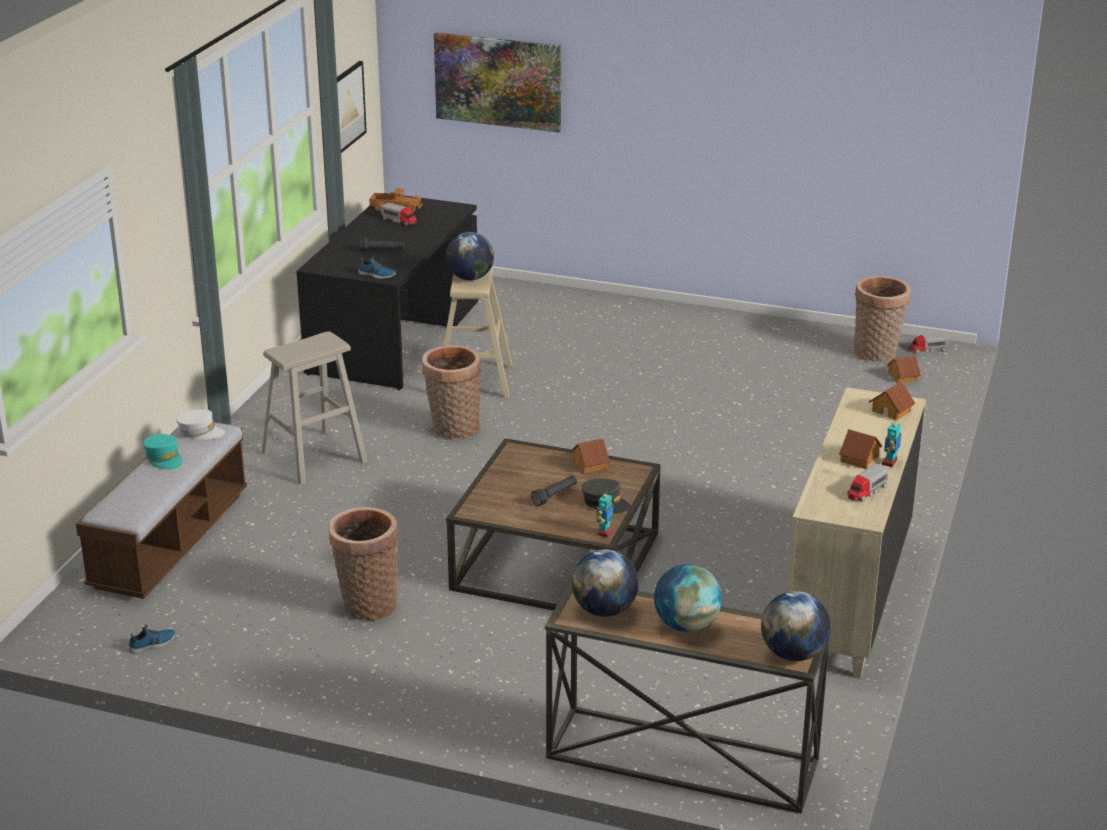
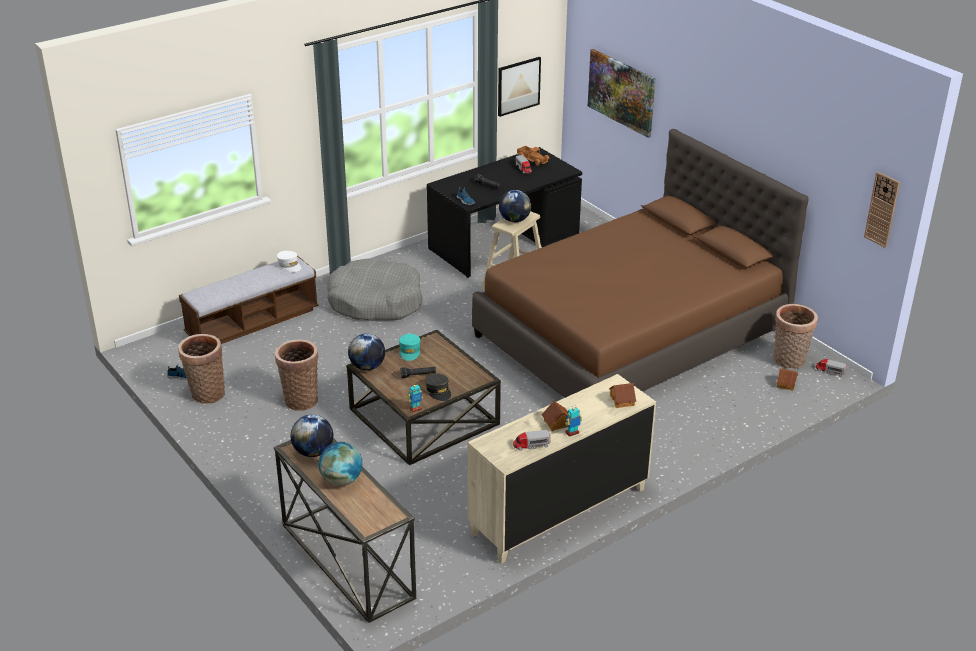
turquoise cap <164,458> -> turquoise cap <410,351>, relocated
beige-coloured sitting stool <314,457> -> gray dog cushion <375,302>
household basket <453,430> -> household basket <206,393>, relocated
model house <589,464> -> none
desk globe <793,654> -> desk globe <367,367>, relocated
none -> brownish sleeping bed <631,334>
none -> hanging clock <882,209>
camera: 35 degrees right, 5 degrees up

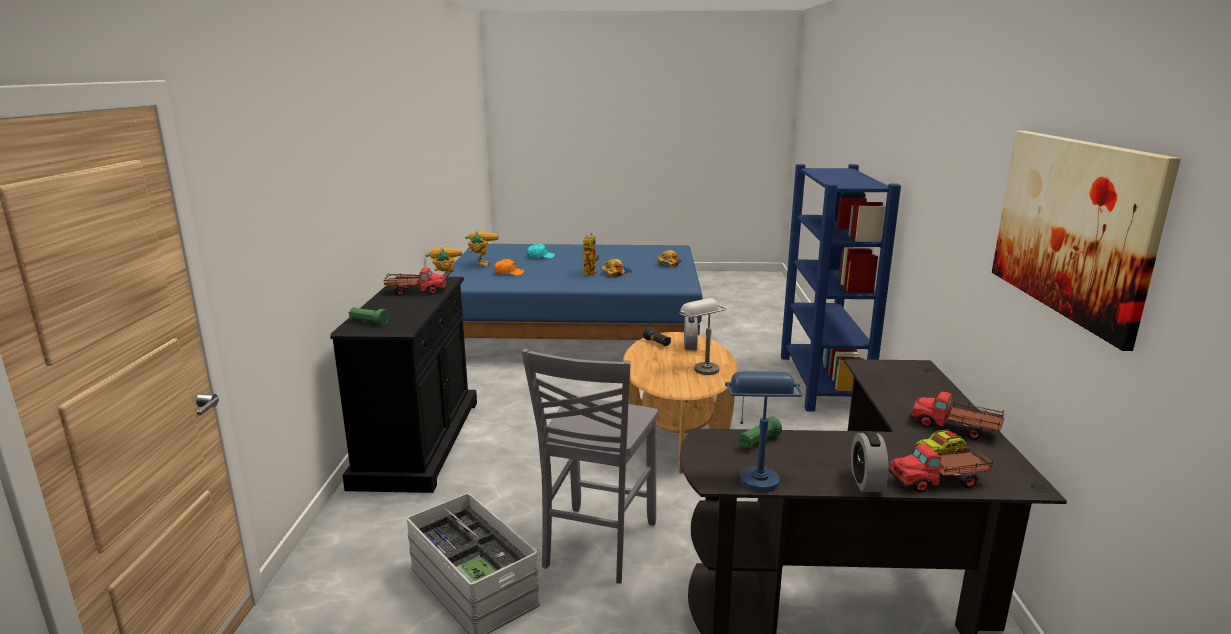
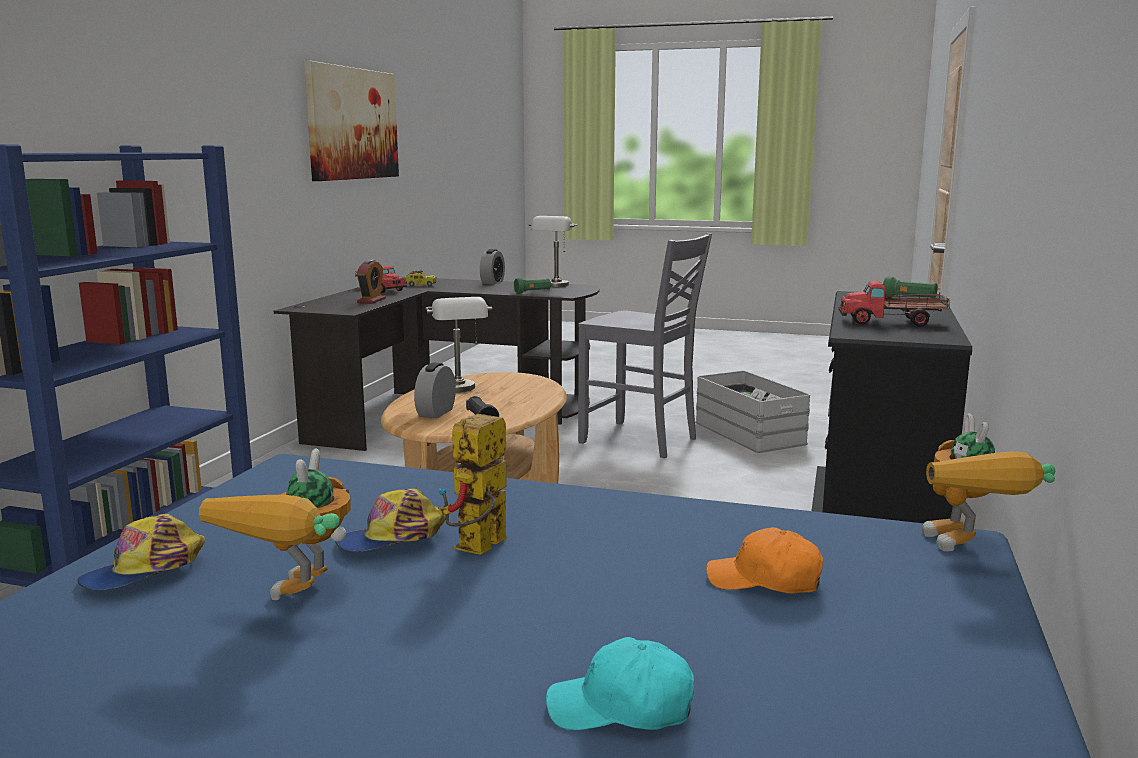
model robot <481,264> -> model robot <299,601>, relocated
gray upright chair <596,545> -> gray upright chair <640,441>, 90 degrees clockwise
blue tabletop lamp <756,474> -> gray tabletop lamp <554,286>
model truck <939,480> -> none
none -> alarm clock <371,300>
camera: 165 degrees left, 5 degrees down

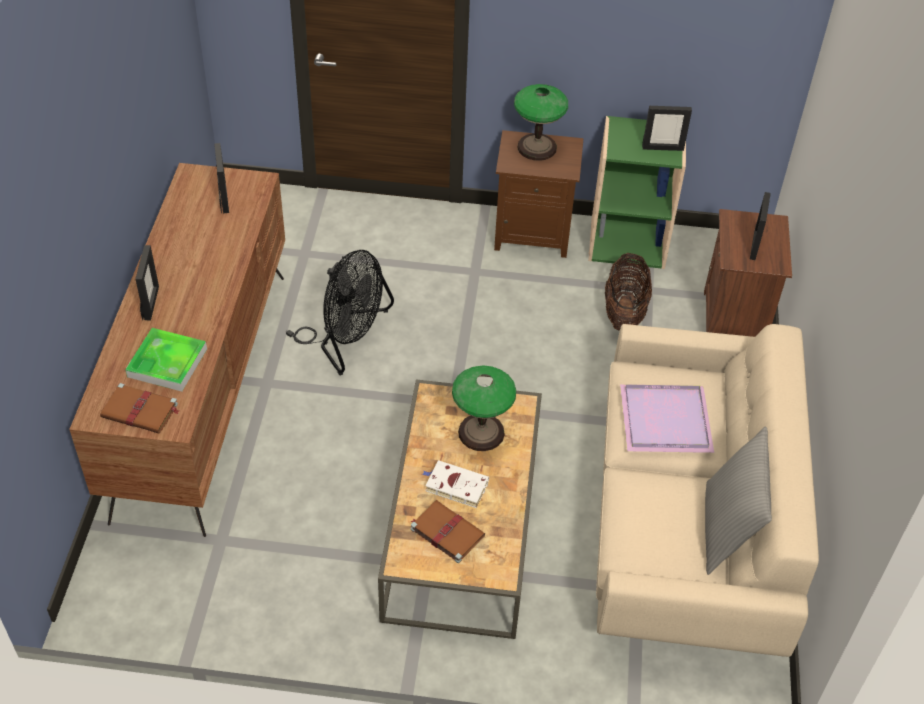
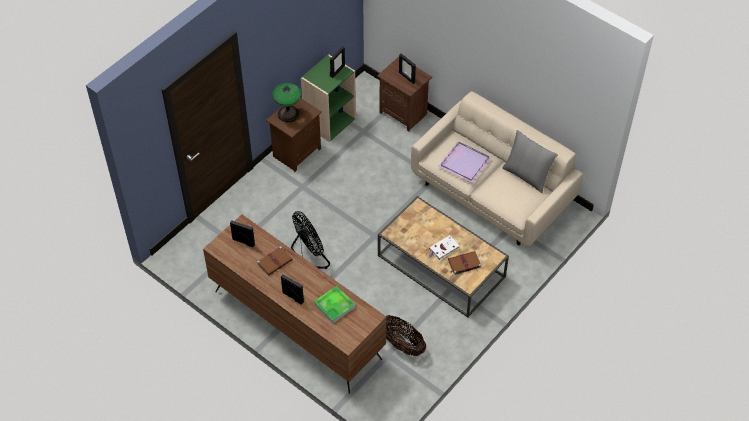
brownish volume <141,411> -> brownish volume <275,261>, relocated
tabletop lamp <481,432> -> none
household basket <624,312> -> household basket <402,344>, relocated
camera: 55 degrees left, 5 degrees up

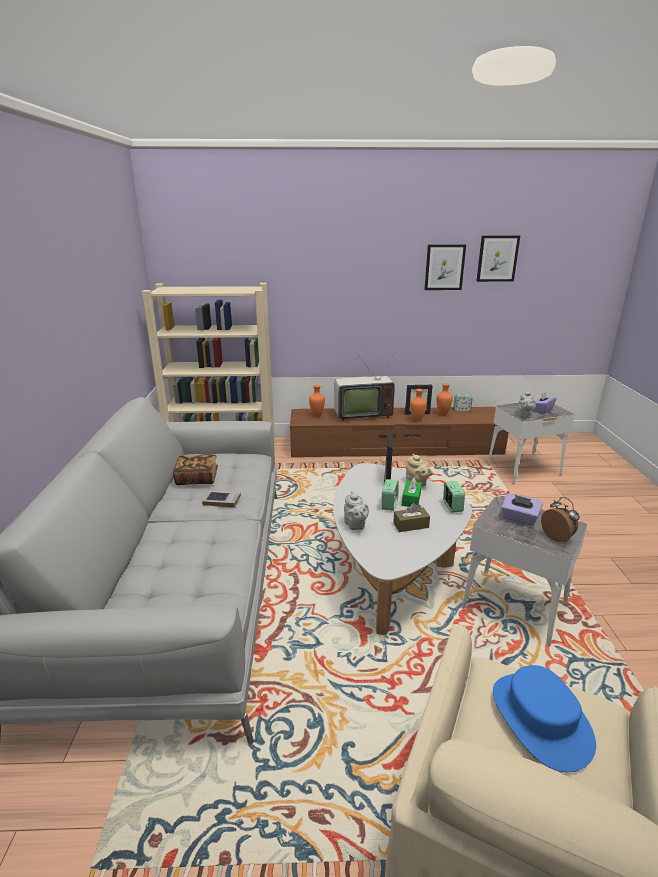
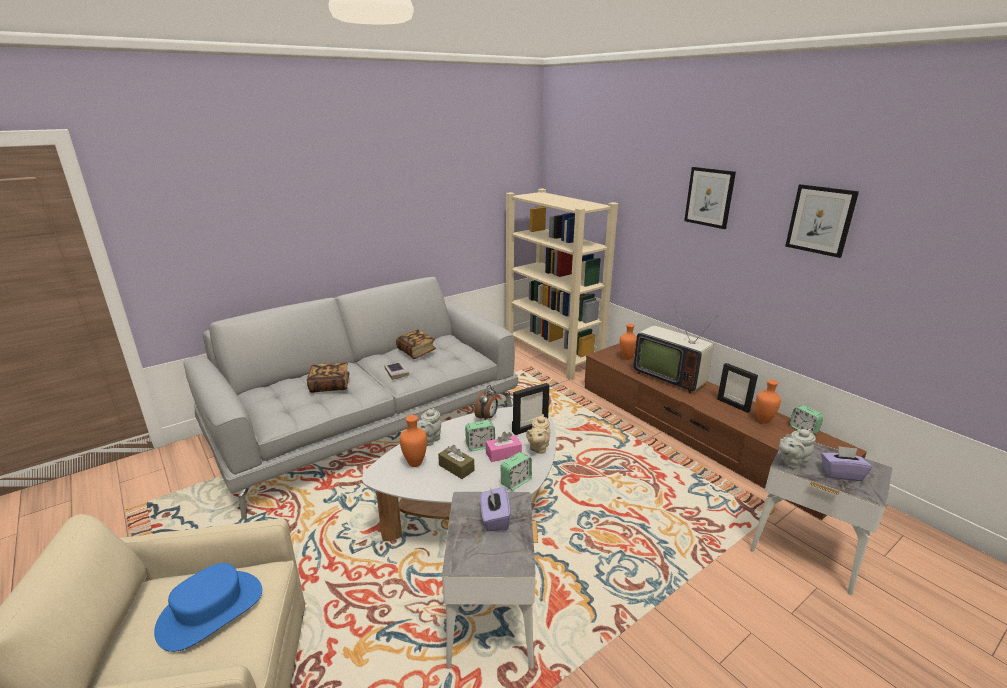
green-coloured tissue box <411,499> -> pinkish tissue box <503,454>
orange-coloured vase <417,420> -> orange-coloured vase <415,464>, relocated
picture <497,258> -> picture <709,197>, relocated
alarm clock <557,537> -> alarm clock <487,417>, relocated
none -> volume <330,386>
camera: 55 degrees right, 0 degrees up

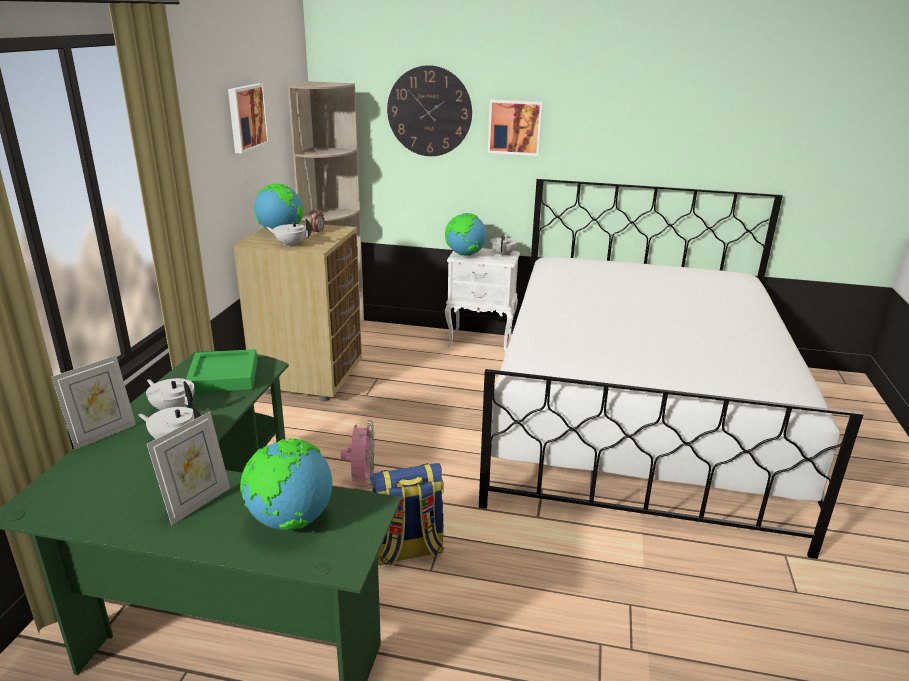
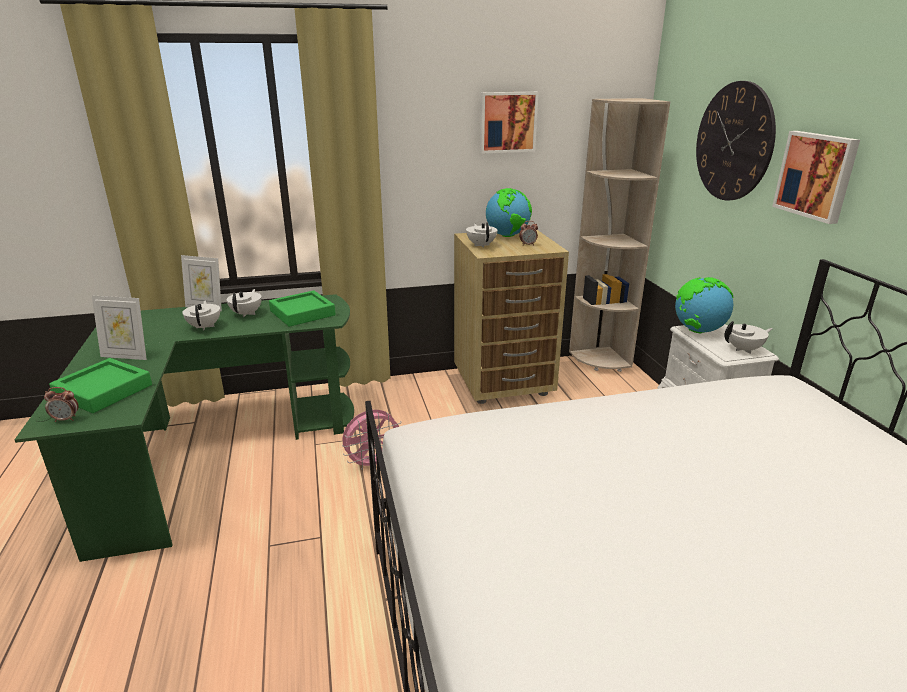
desk globe <290,521> -> green-coloured tray <103,391>
rucksack <407,550> -> none
none -> alarm clock <66,419>
camera: 65 degrees right, 0 degrees up

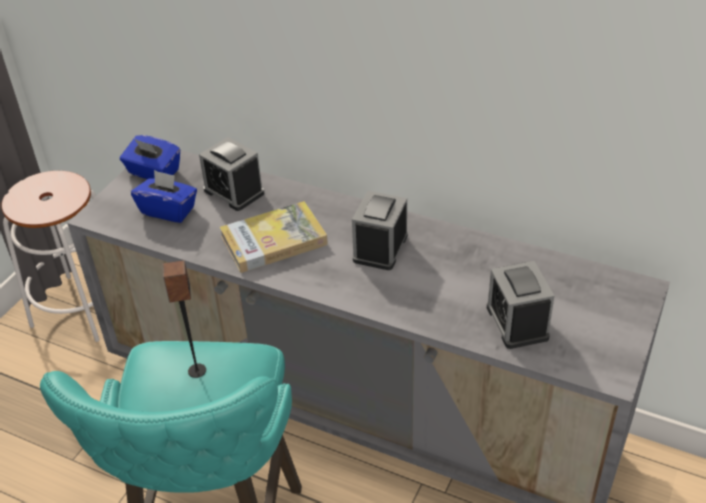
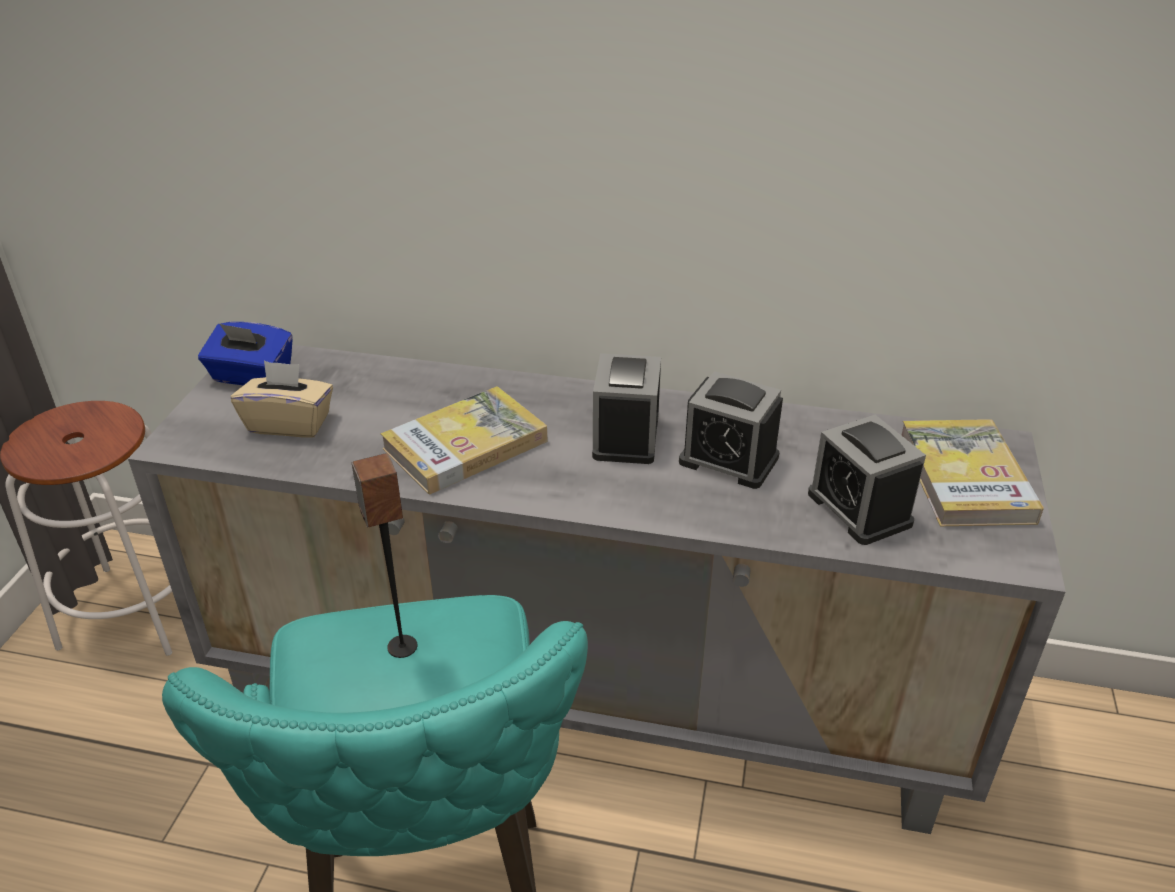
blue tissue box <168,210> -> beige-coloured tissue box <289,423>
alarm clock <234,192> -> alarm clock <728,460>, relocated
none -> volume <965,478>
camera: 15 degrees left, 5 degrees down

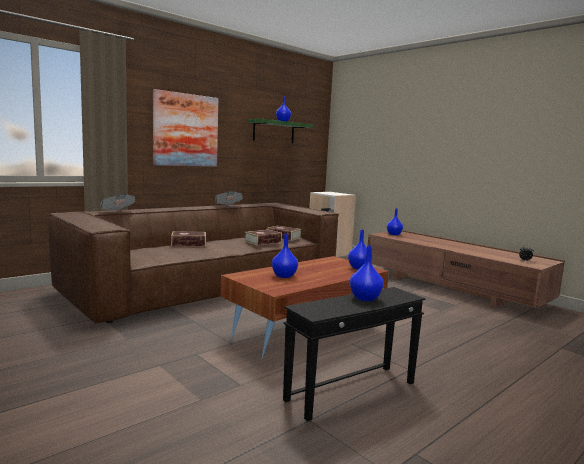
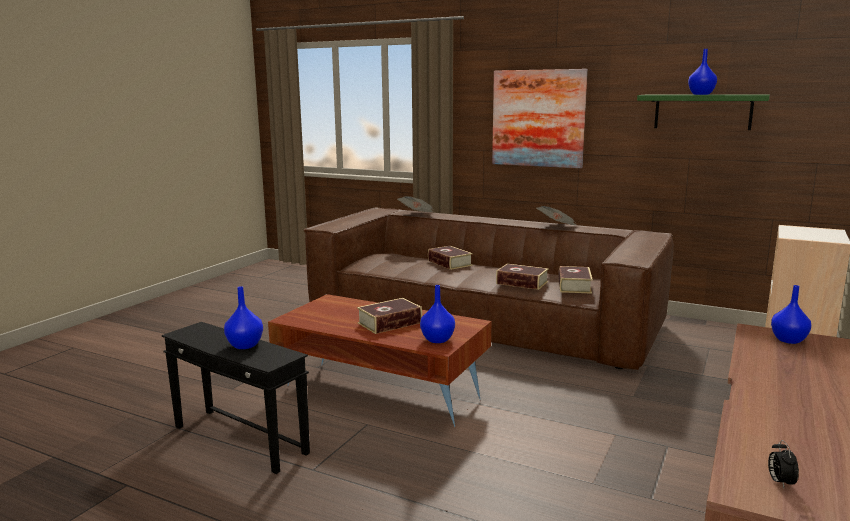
blue vase <284,276> -> none
none -> volume <389,323>
camera: 70 degrees right, 5 degrees up

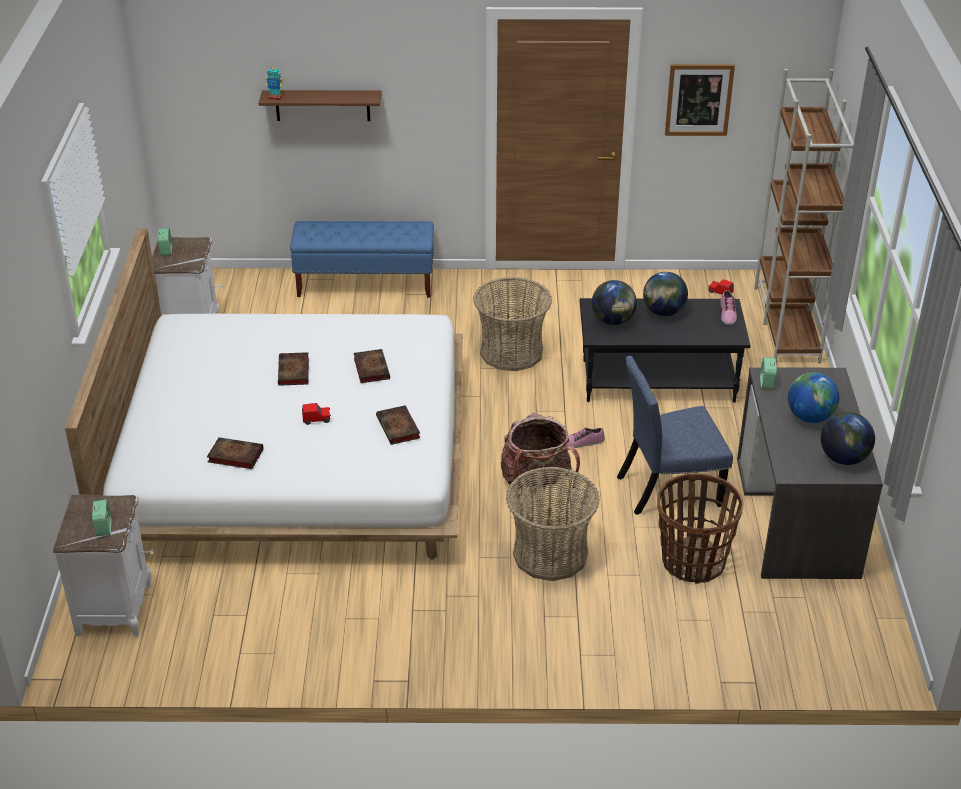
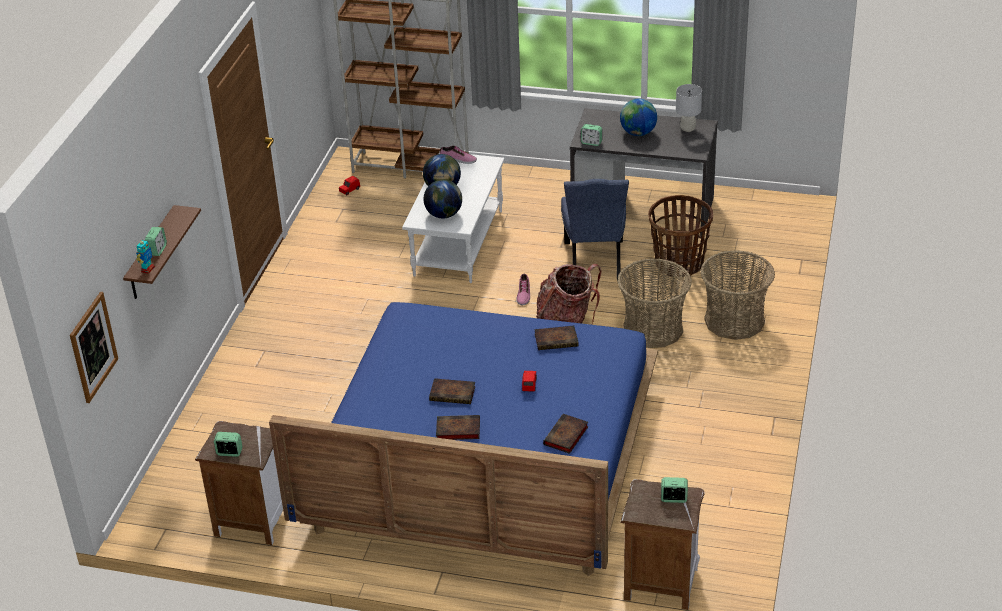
whitish sleeping bed <295,457> -> blue sleeping bed <484,458>
blue bench <365,284> -> none
volume <371,368> -> volume <457,430>, relocated
household basket <511,352> -> household basket <734,321>, relocated
black-coloured coffee table <658,380> -> whitish coffee table <457,242>
picture <699,99> -> picture <93,347>, relocated
desk globe <844,458> -> gray tabletop lamp <687,129>
none -> alarm clock <157,250>
camera: 75 degrees left, 0 degrees up

